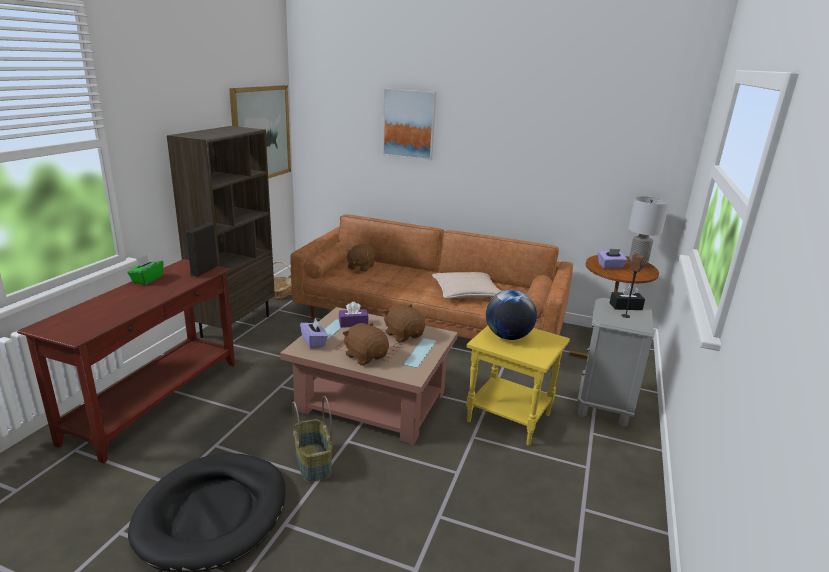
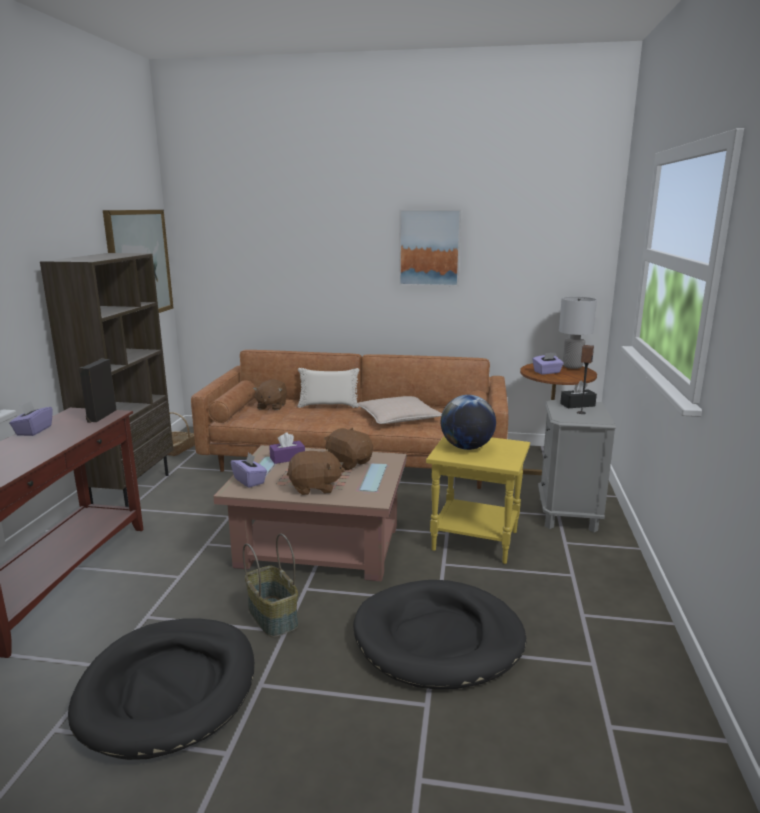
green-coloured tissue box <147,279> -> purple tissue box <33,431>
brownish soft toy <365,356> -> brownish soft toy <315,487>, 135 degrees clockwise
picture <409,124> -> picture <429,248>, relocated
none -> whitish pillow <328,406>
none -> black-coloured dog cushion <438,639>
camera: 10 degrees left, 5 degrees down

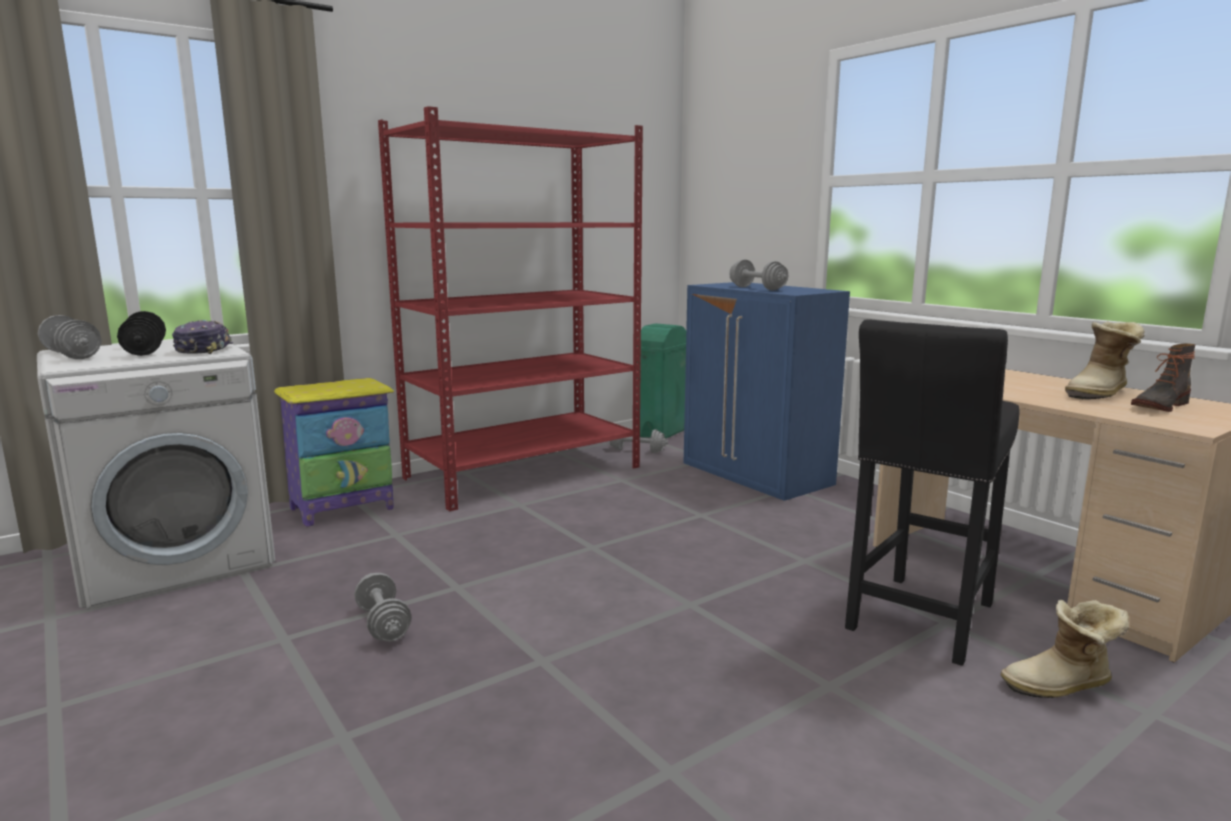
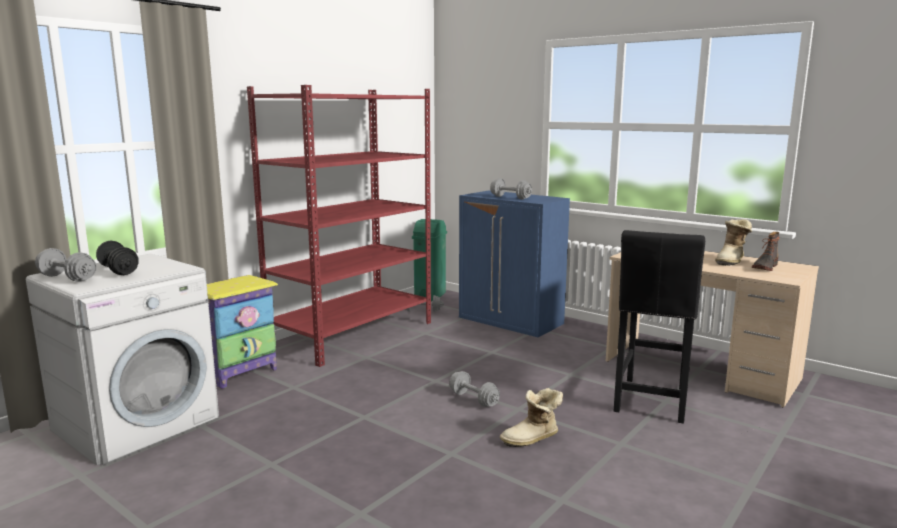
cap <204,350> -> none
gray dumbbell <383,624> -> gray dumbbell <473,399>, relocated
tall boot <1061,687> -> tall boot <532,439>, relocated
camera: 15 degrees left, 0 degrees up

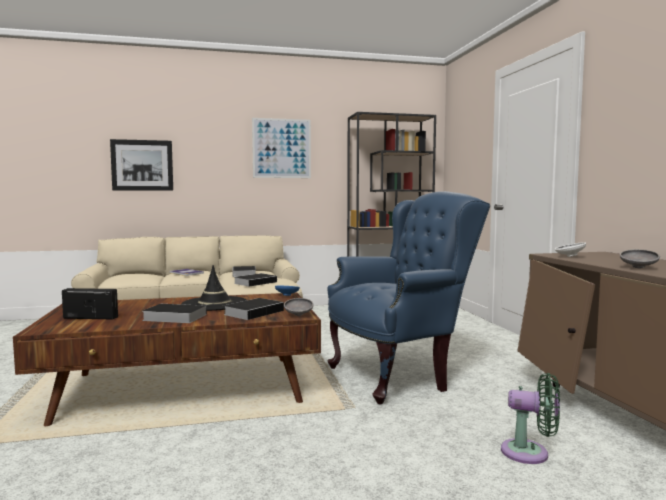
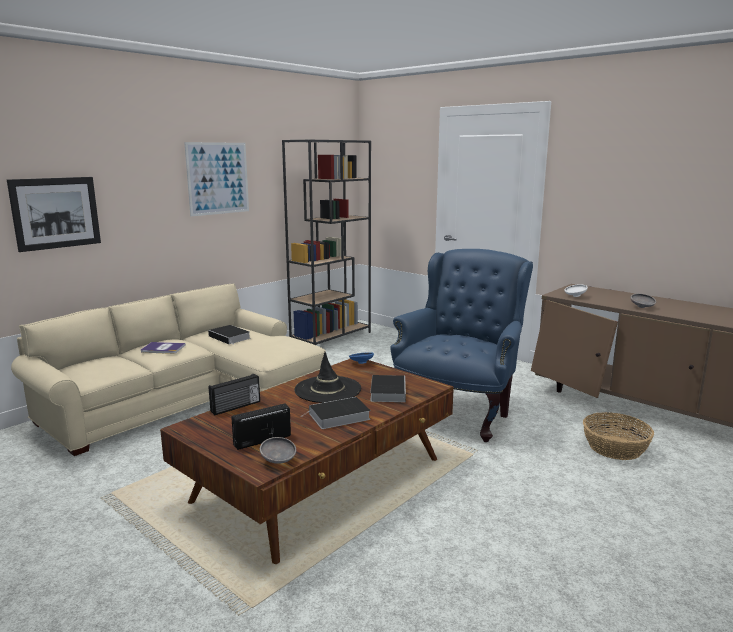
volume <256,282> -> none
gray bowl <298,315> -> gray bowl <278,461>, relocated
green-coloured fan <530,453> -> household basket <614,448>
none -> radio receiver <236,407>
camera: 35 degrees left, 10 degrees up

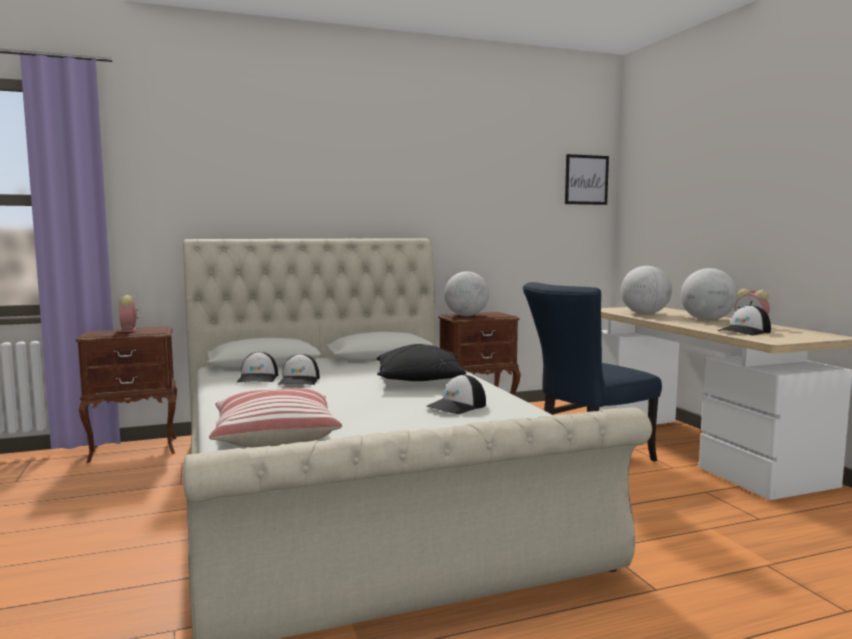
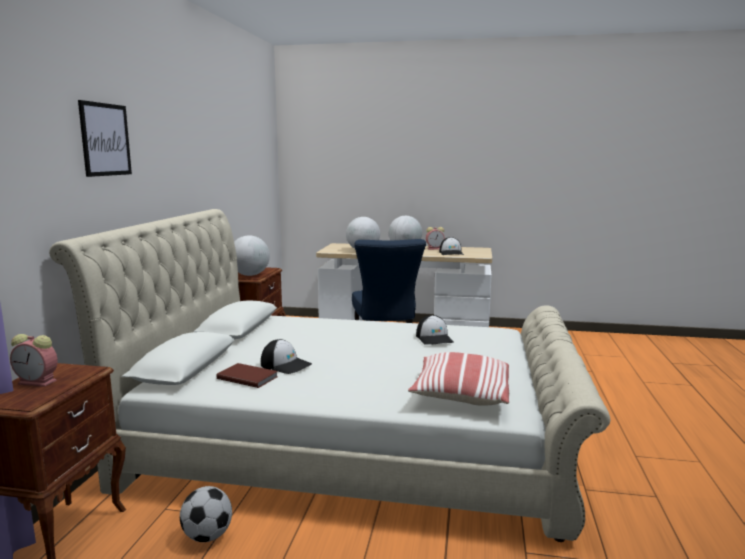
cap <258,378> -> brownish volume <247,377>
black-coloured pillow <419,381> -> none
picture <586,180> -> picture <105,139>, relocated
none -> football ball <207,536>
camera: 60 degrees left, 5 degrees up

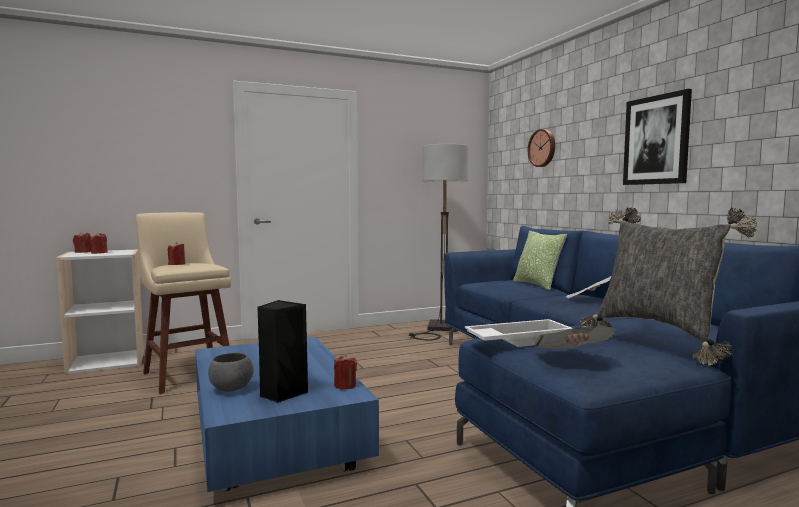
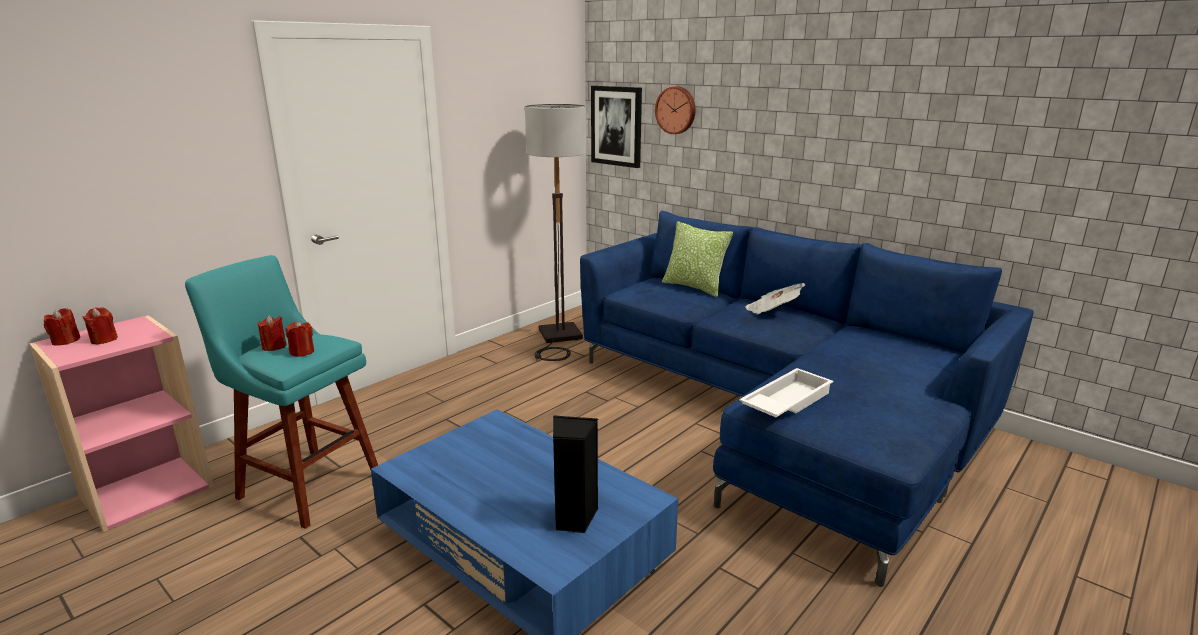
whitish bookshelf <108,361> -> pinkish bookshelf <148,490>
beige-coloured sitting stool <188,374> -> turquoise sitting stool <308,485>
gray bowl <232,389> -> none
reddish wax light <345,385> -> reddish wax light <302,352>, relocated
daily paper <572,359> -> none
pillow <659,346> -> none
picture <656,140> -> picture <616,126>, relocated
camera: 25 degrees left, 15 degrees up

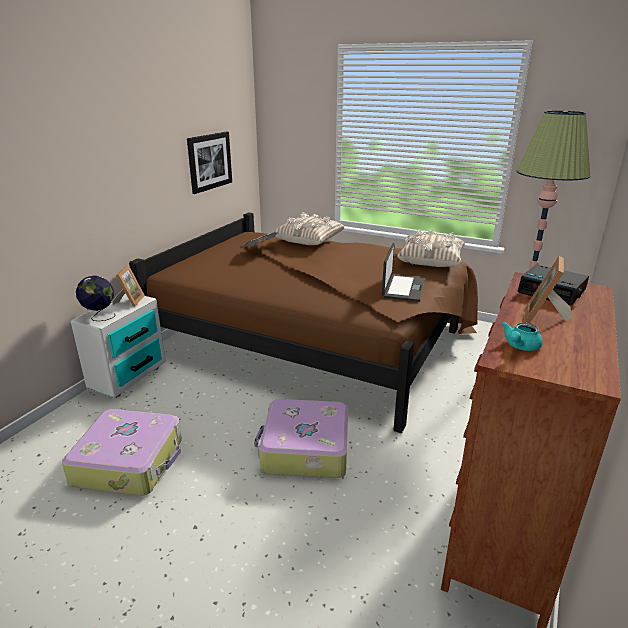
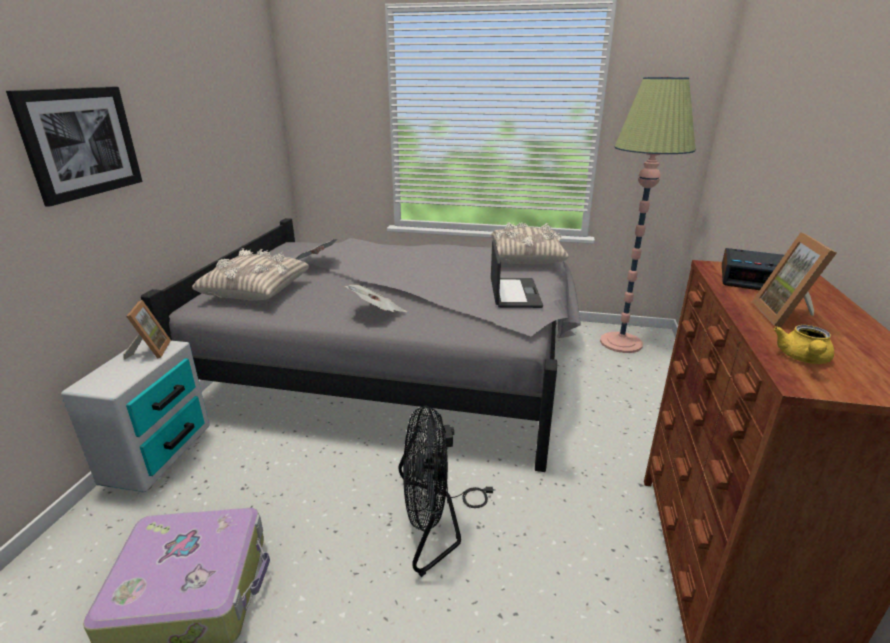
desk globe <100,317> -> none
brownish sleeping bed <319,339> -> gray sleeping bed <402,366>
picture <209,161> -> picture <81,142>, relocated
suitcase <304,449> -> black-coloured fan <436,518>
beige-coloured pillow <309,241> -> beige-coloured pillow <256,292>, relocated
turquoise teapot <519,346> -> yellowish teapot <803,359>
none -> daily paper <378,313>
camera: 15 degrees left, 0 degrees up

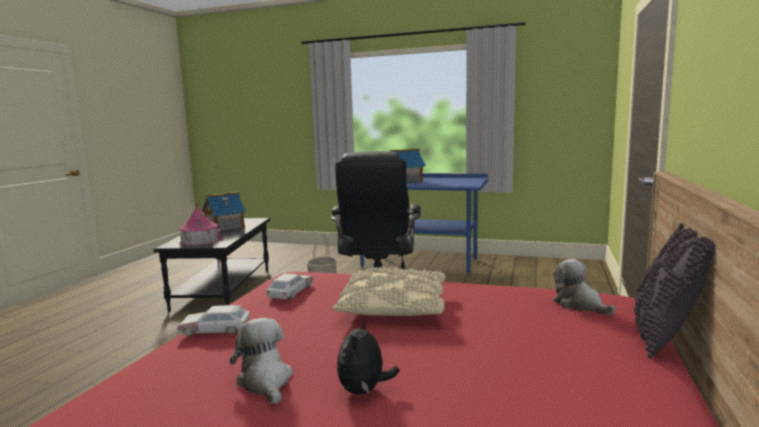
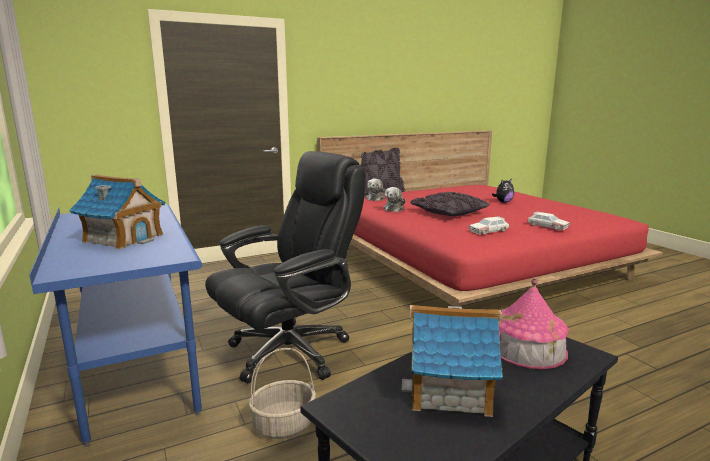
soft toy <265,381> -> soft toy <394,209>, relocated
beige-coloured pillow <393,307> -> black-coloured pillow <448,213>
camera: 135 degrees left, 5 degrees up

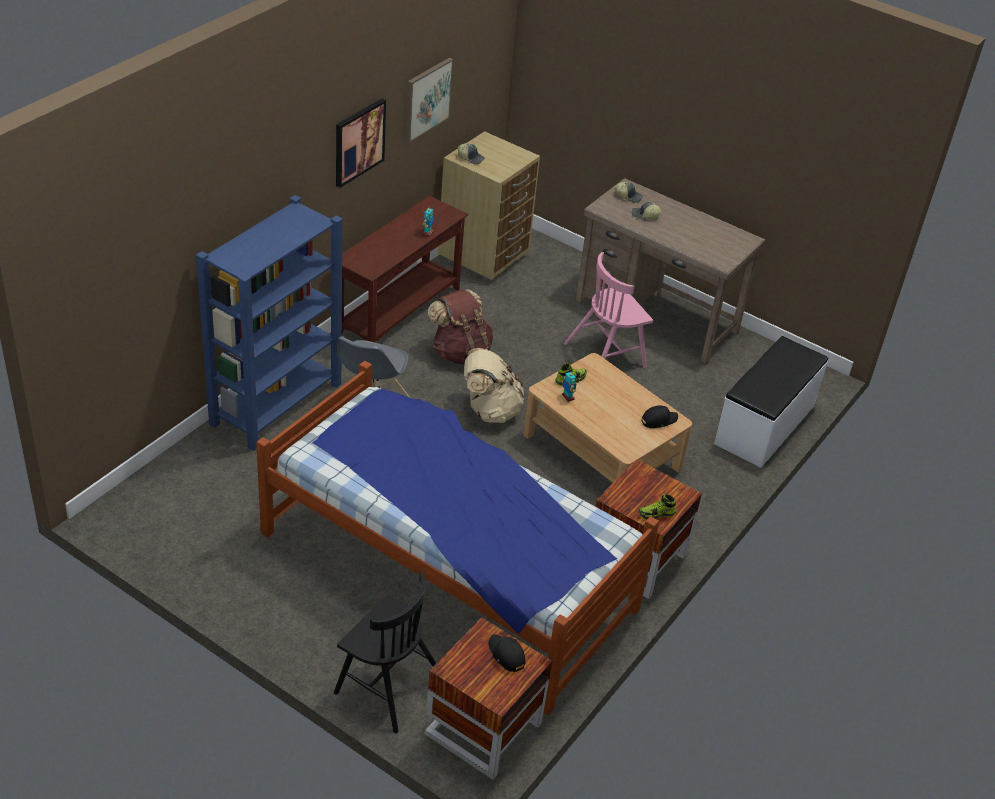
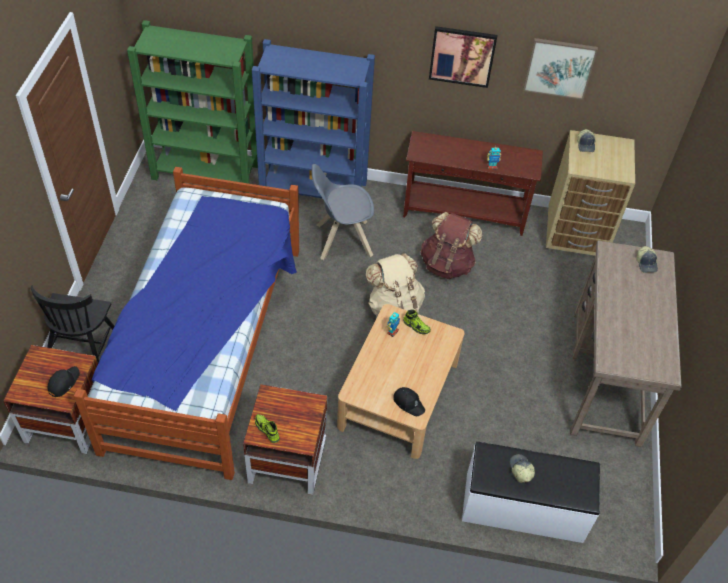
pinkish upright chair <609,353> -> none
cap <645,215> -> cap <520,470>, relocated
none -> green-coloured bookshelf <206,171>
camera: 65 degrees right, 10 degrees up

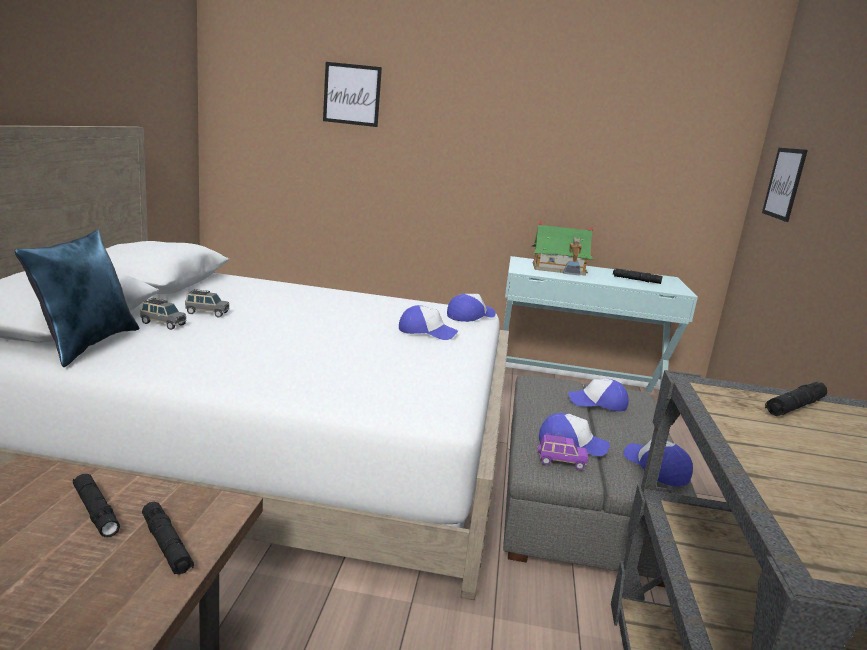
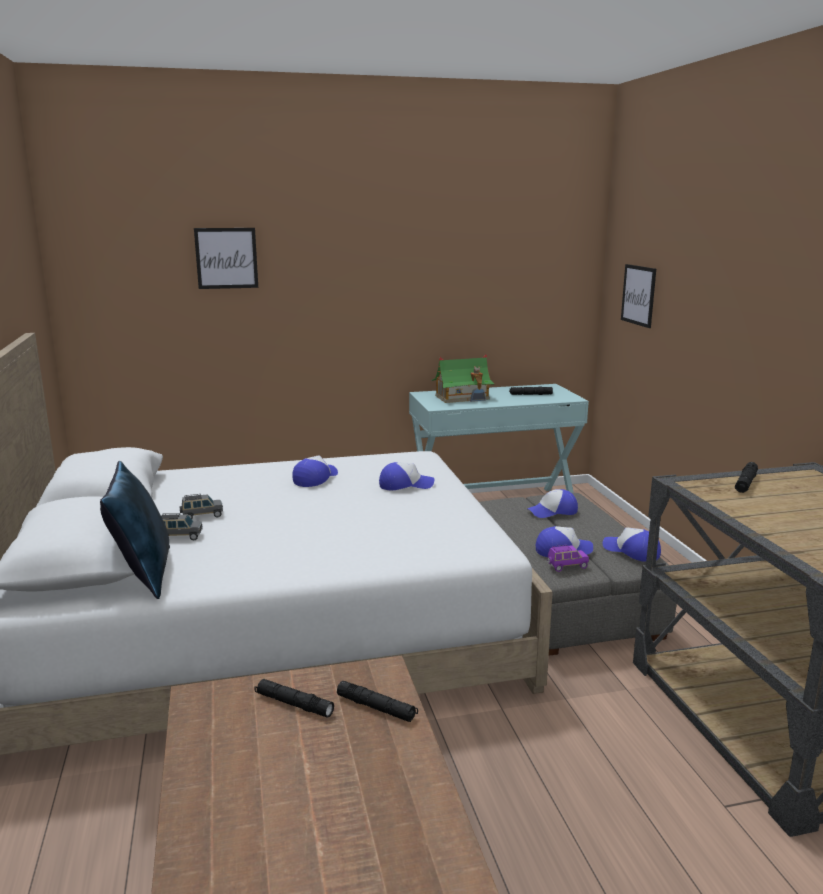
cap <470,316> -> cap <315,478>, relocated
camera: 20 degrees left, 0 degrees up

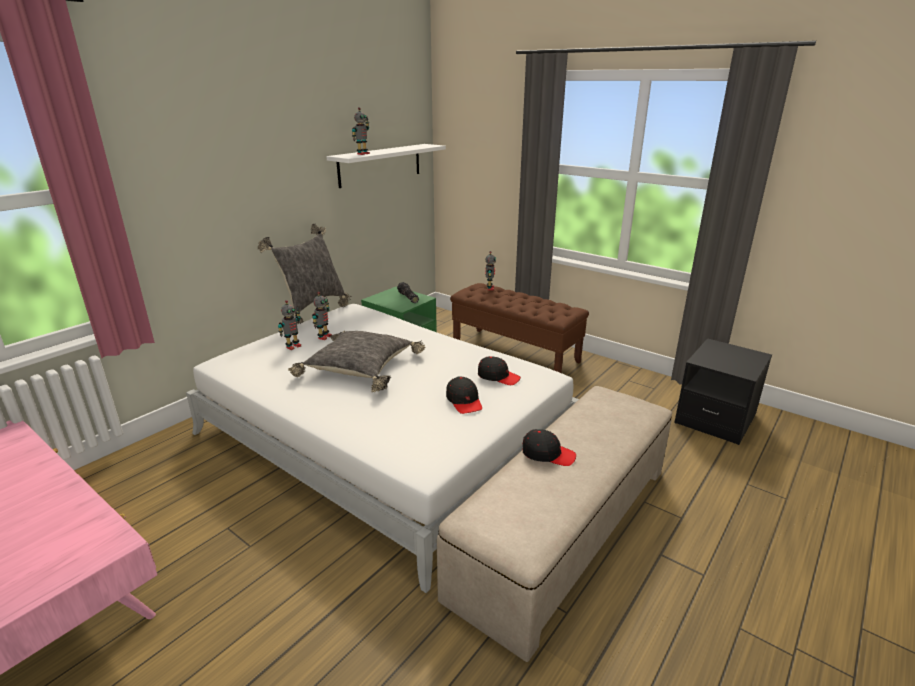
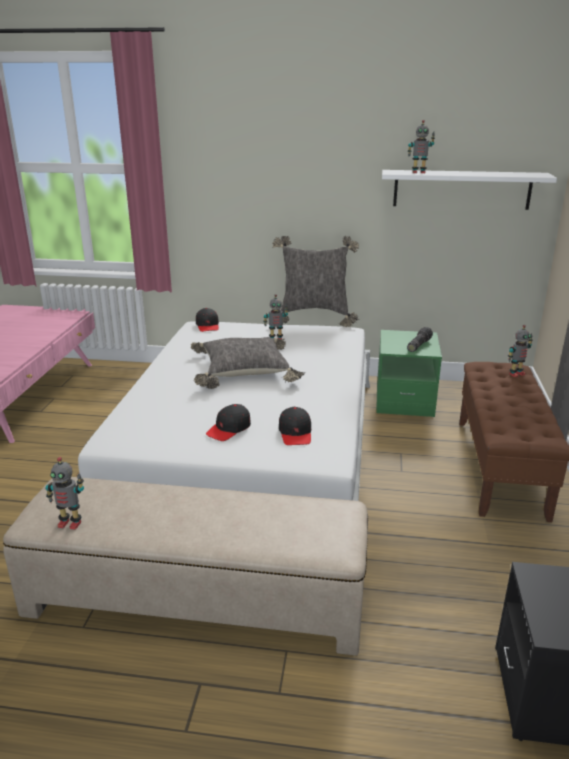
model robot <293,346> -> model robot <70,523>, relocated
black-coloured cap <548,454> -> black-coloured cap <208,325>, relocated
camera: 60 degrees right, 0 degrees up

